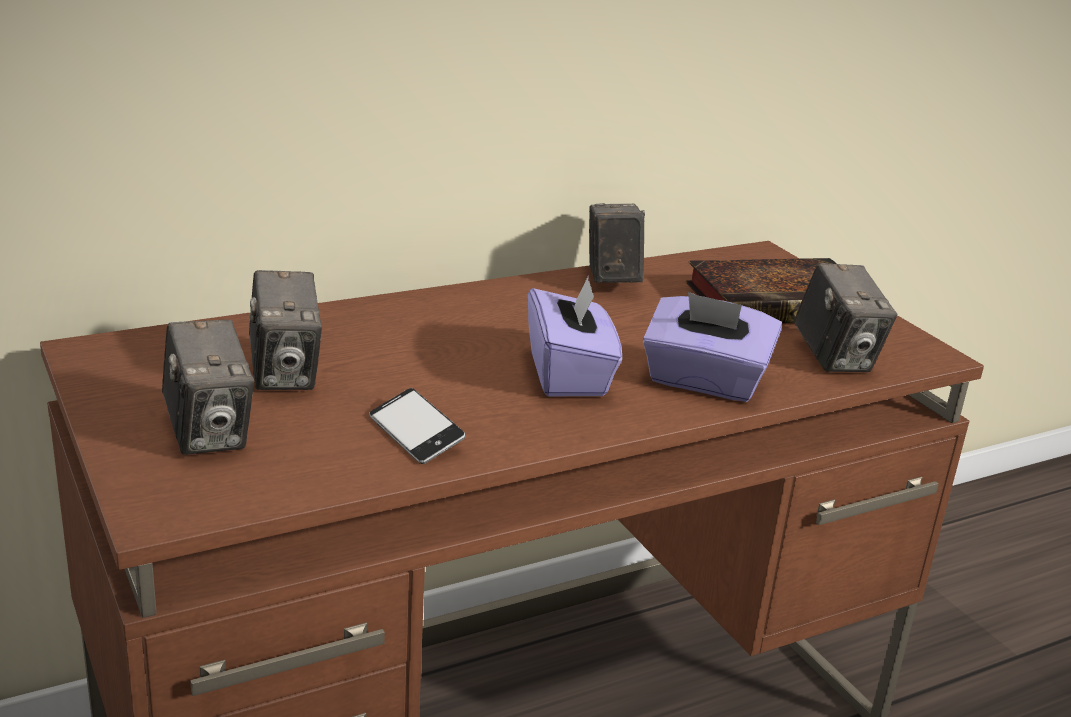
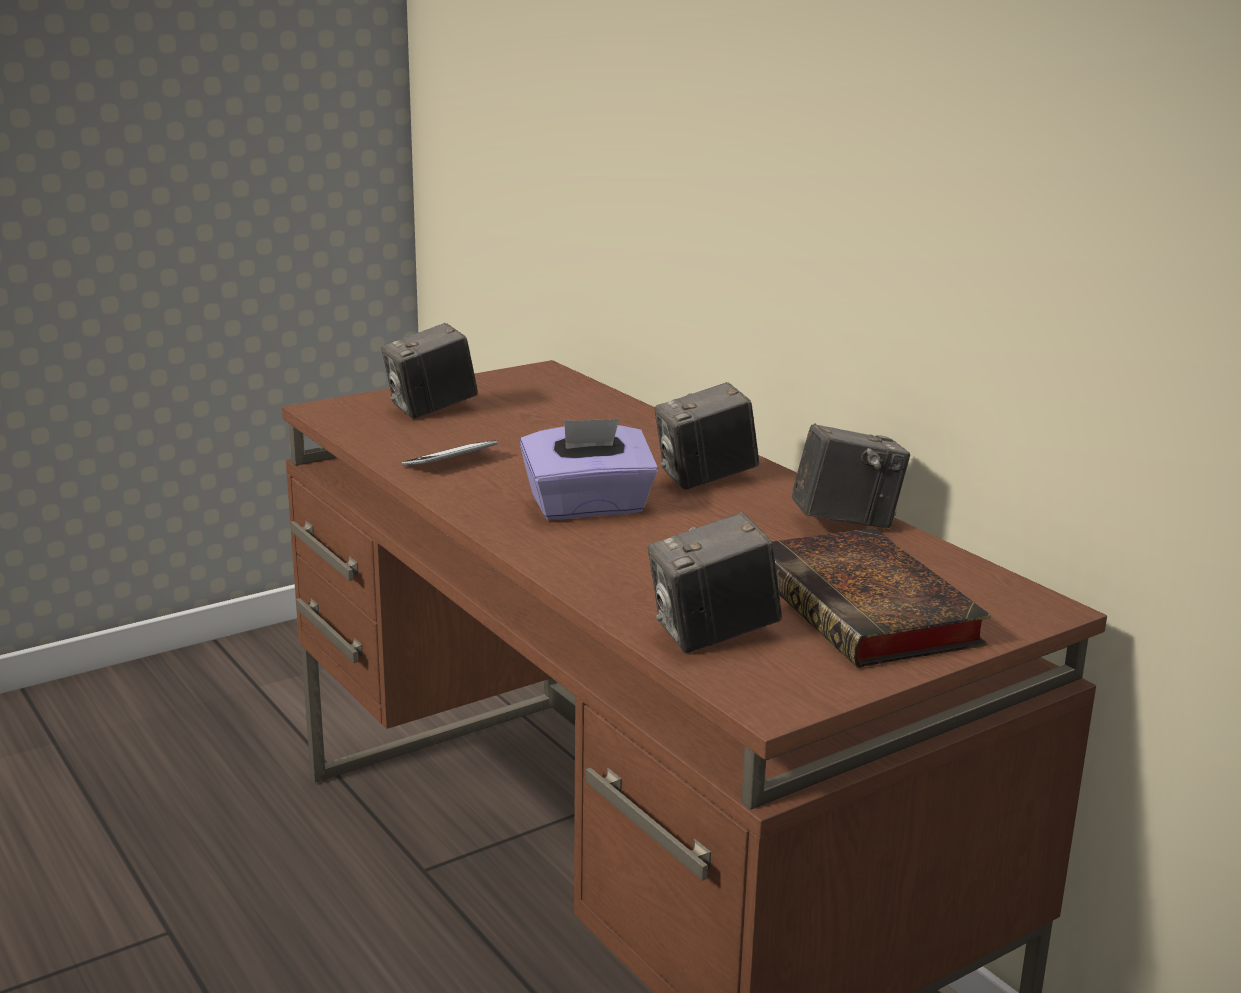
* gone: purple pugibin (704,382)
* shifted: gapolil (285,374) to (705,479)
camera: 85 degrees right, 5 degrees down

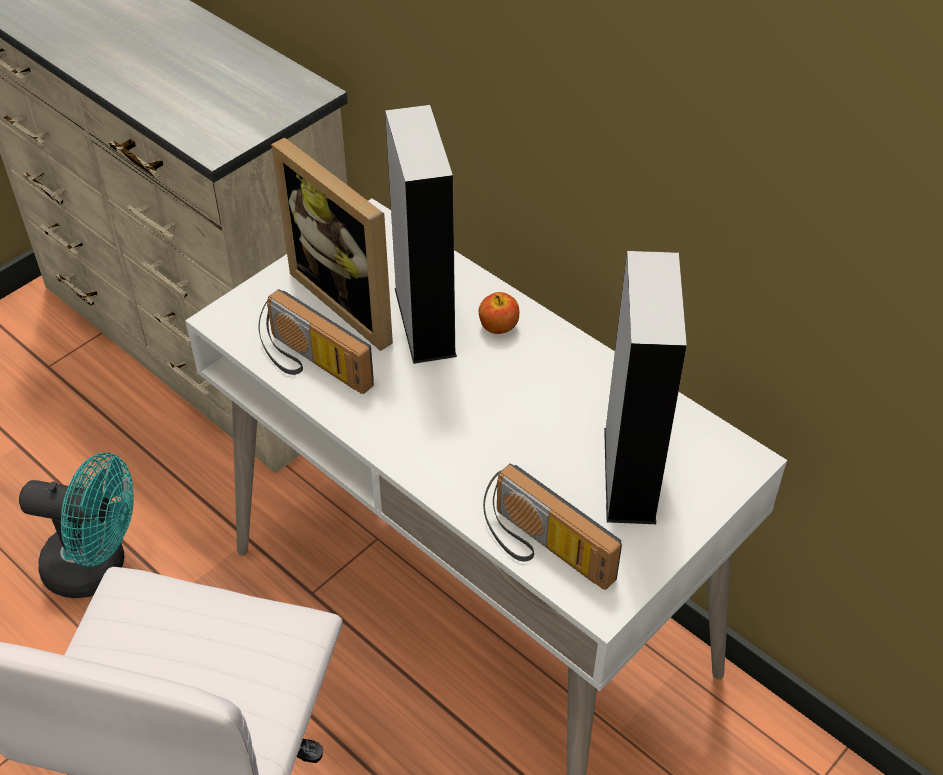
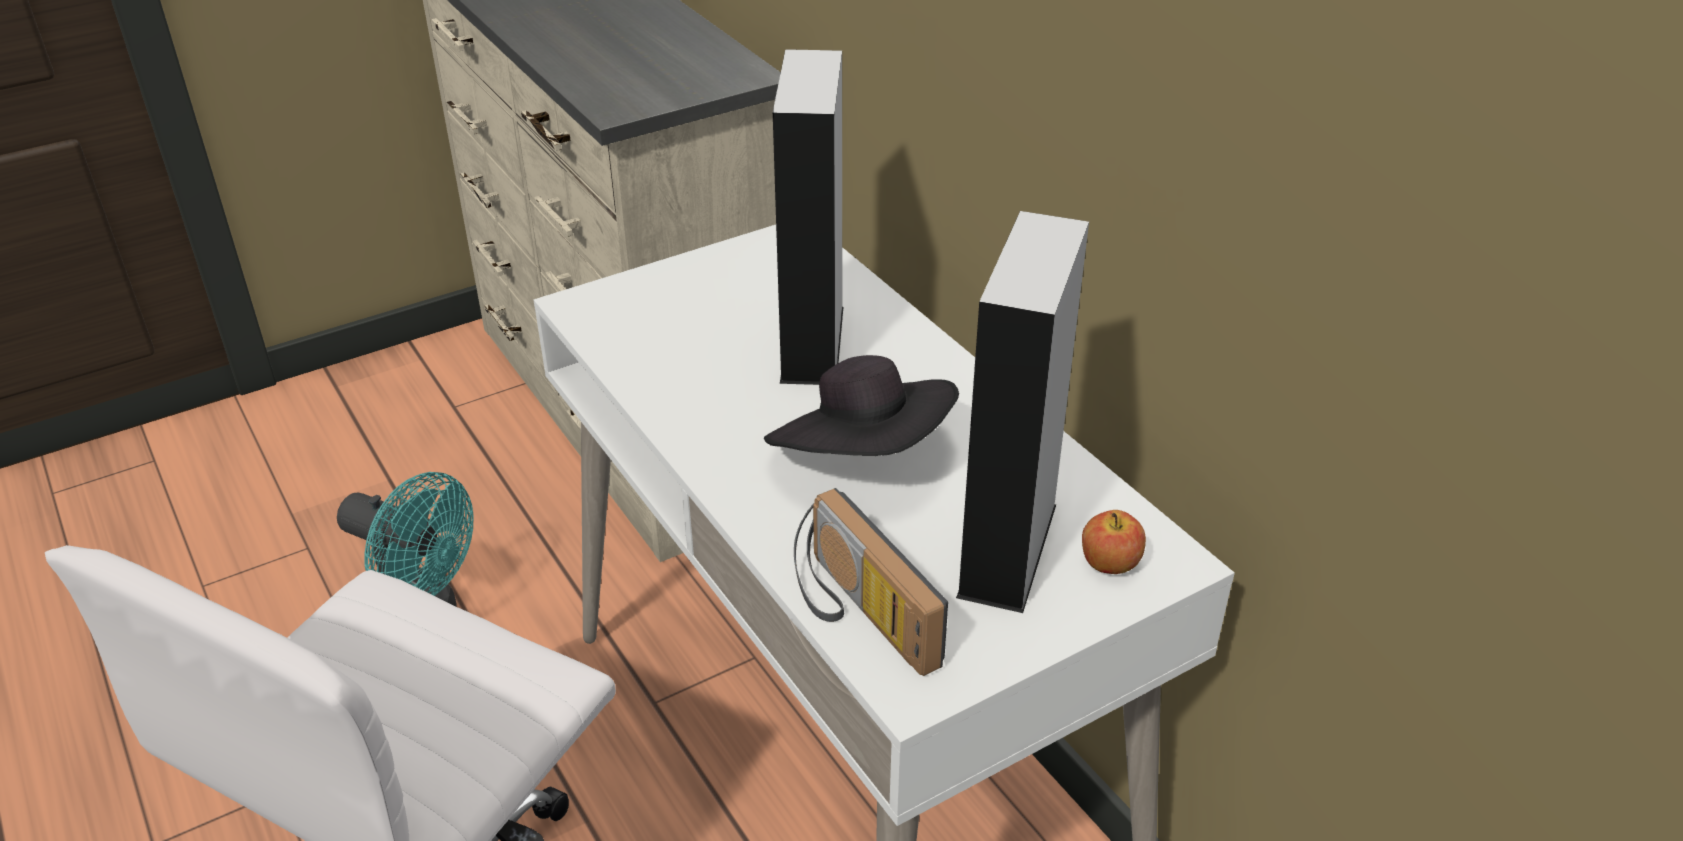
* gone: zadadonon (310,365)
* gone: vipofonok (353,299)
* new: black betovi (864,457)
* shifted: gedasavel (498,326) to (1109,563)
camera: 15 degrees right, 10 degrees down

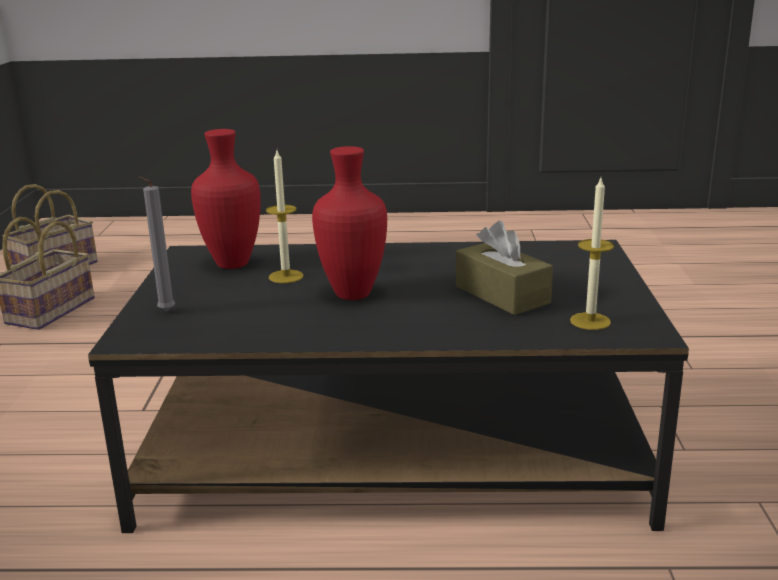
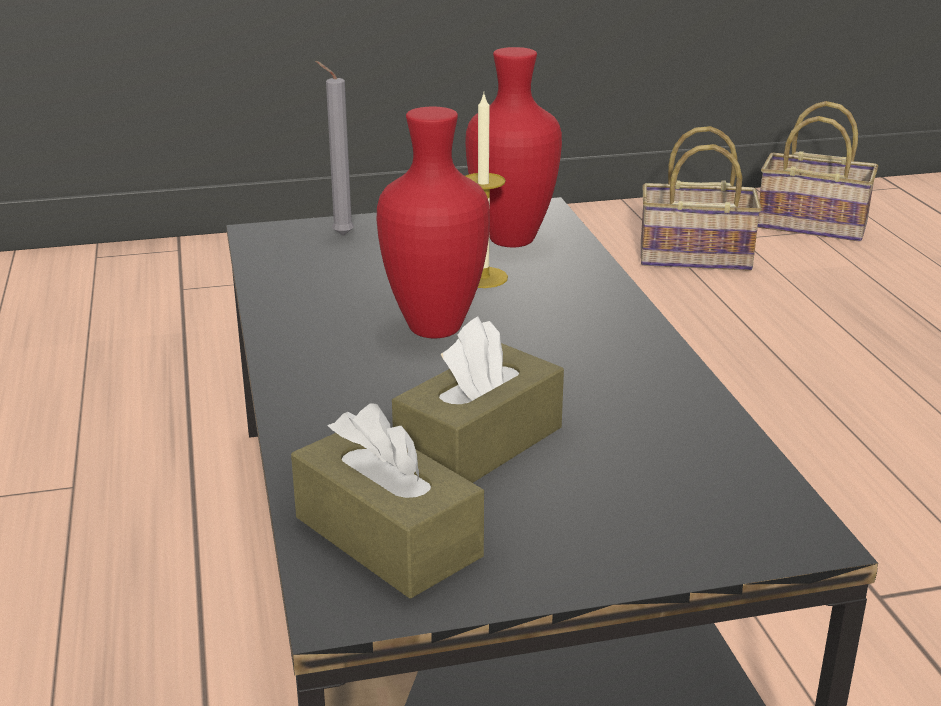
* swapped: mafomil (590,321) to brown pugibin (387,537)
camera: 75 degrees right, 5 degrees up

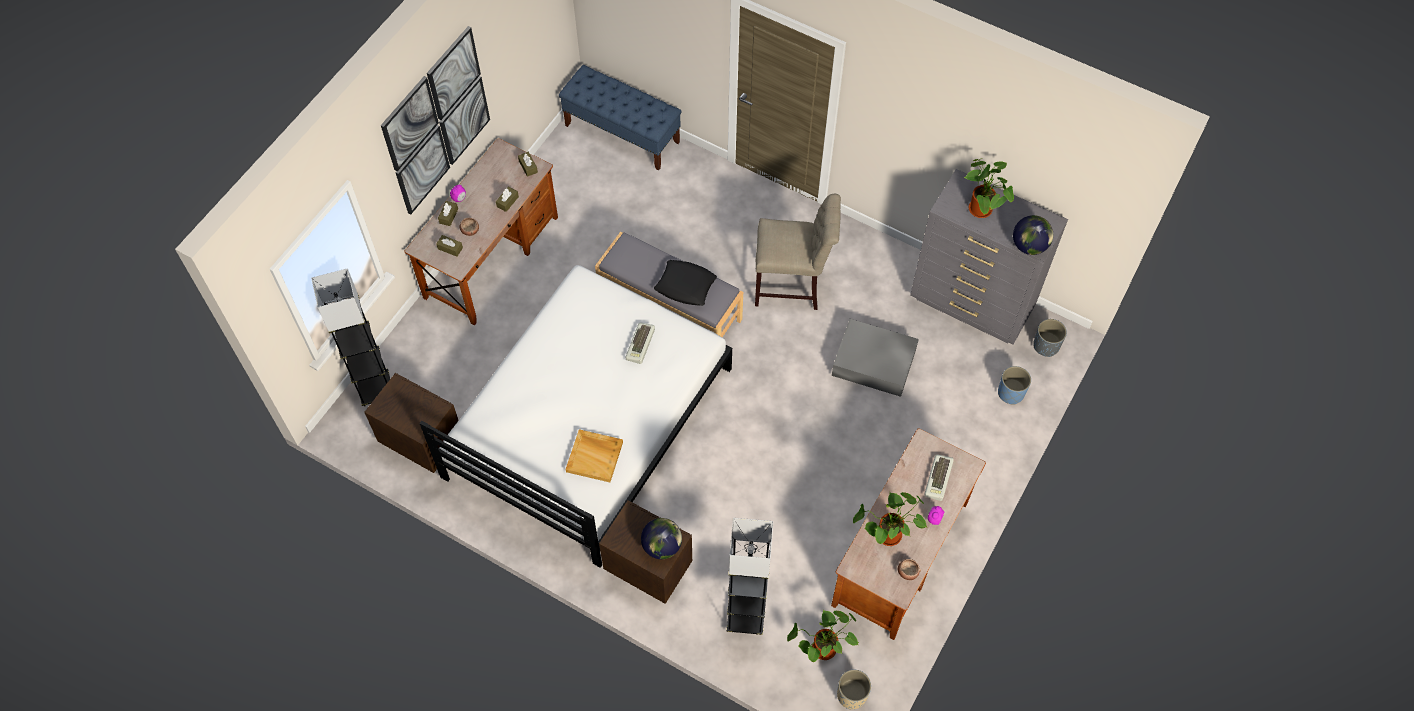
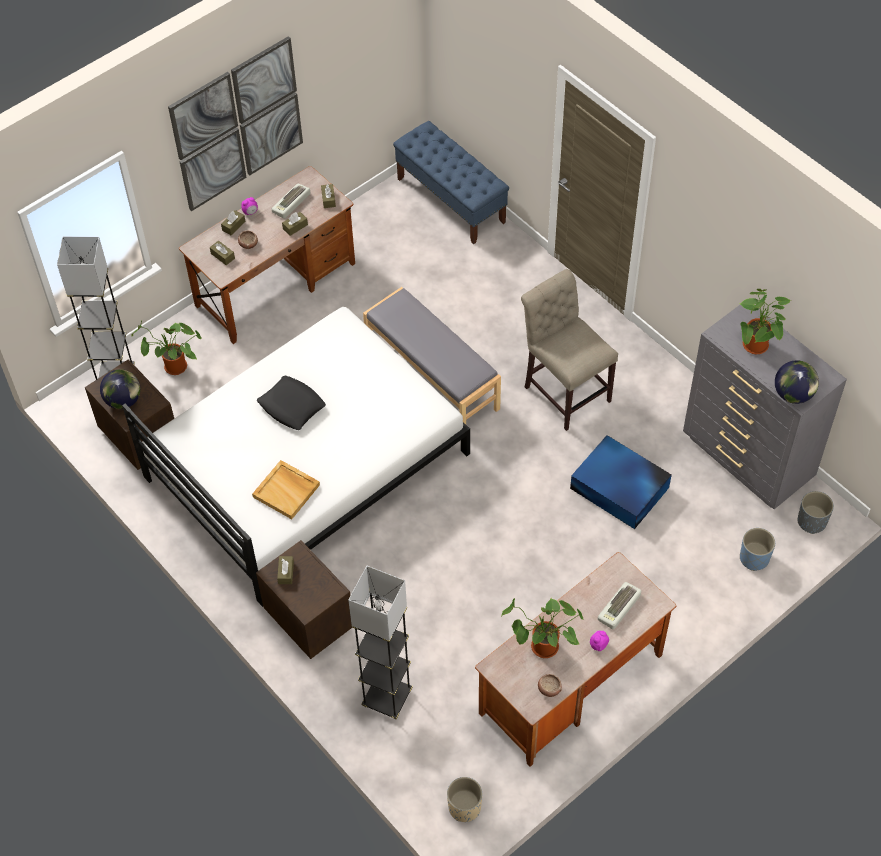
* new: brown pugibin (286,573)
* shifted: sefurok (641,345) to (292,204)
* shifted: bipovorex (662,546) to (124,400)
* shifted: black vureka (685,286) to (291,406)
* shifted: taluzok (822,651) to (173,368)
* repainted: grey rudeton (874,363) to blue rudeton (620,489)
* rotated: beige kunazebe (792,286) = (564,390) 150 degrees counterclockwise
camera: 20 degrees right, 5 degrees down

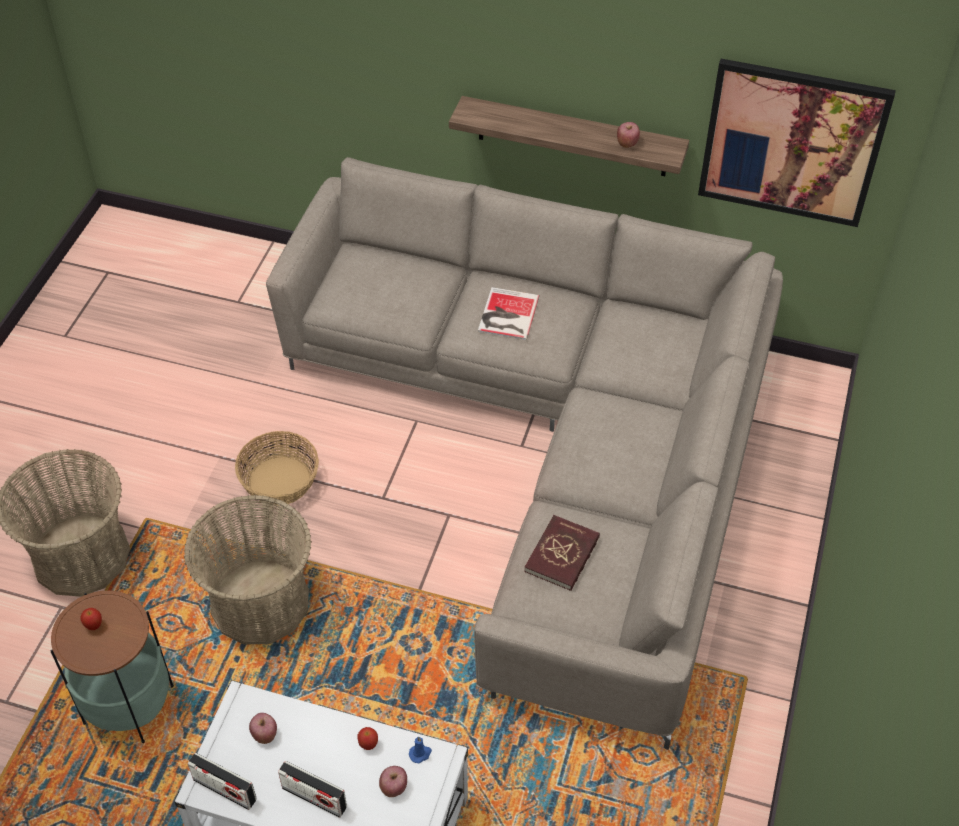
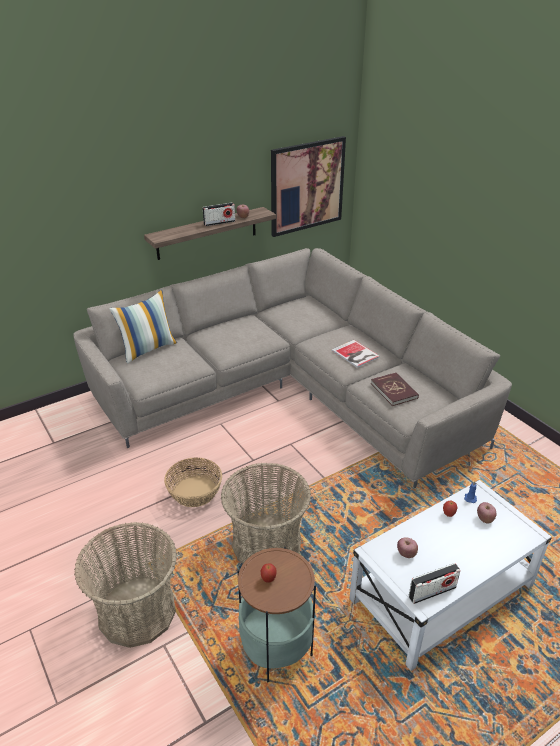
* new: vureka (148,349)
* shifted: zadadonon (314,797) to (219,223)
* shifted: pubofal (506,315) to (355,354)
camera: 50 degrees left, 15 degrees down

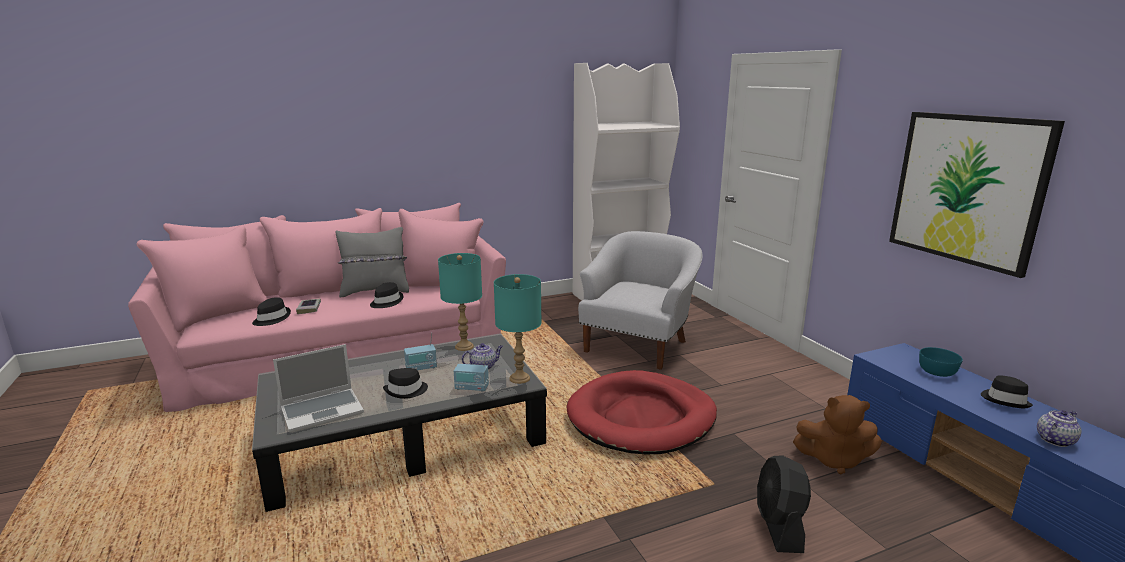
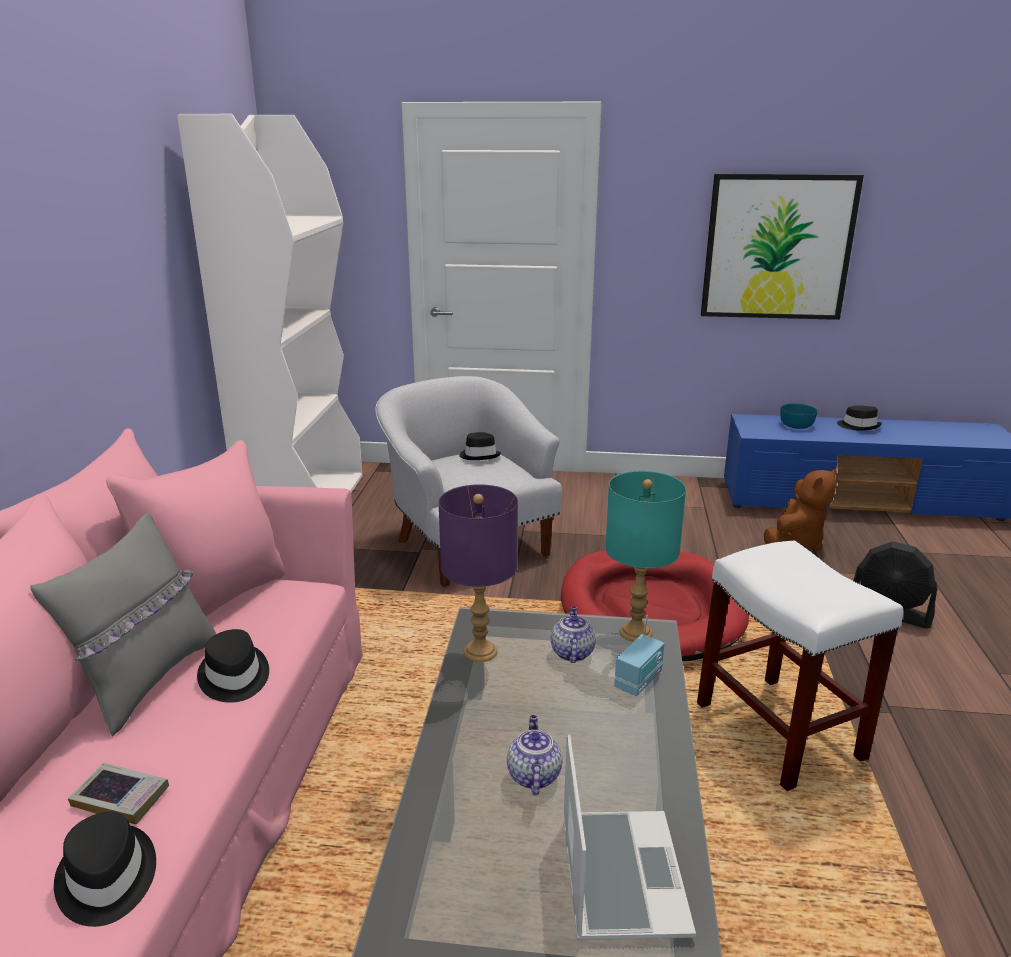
* gone: zadadonon (421,368)
* new: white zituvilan (776,730)
* shifted: black betovi (406,391) to (479,455)
* shifted: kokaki (1055,440) to (533,775)
* repainted: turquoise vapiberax (464,347) to purple vapiberax (481,652)
camera: 60 degrees left, 5 degrees up

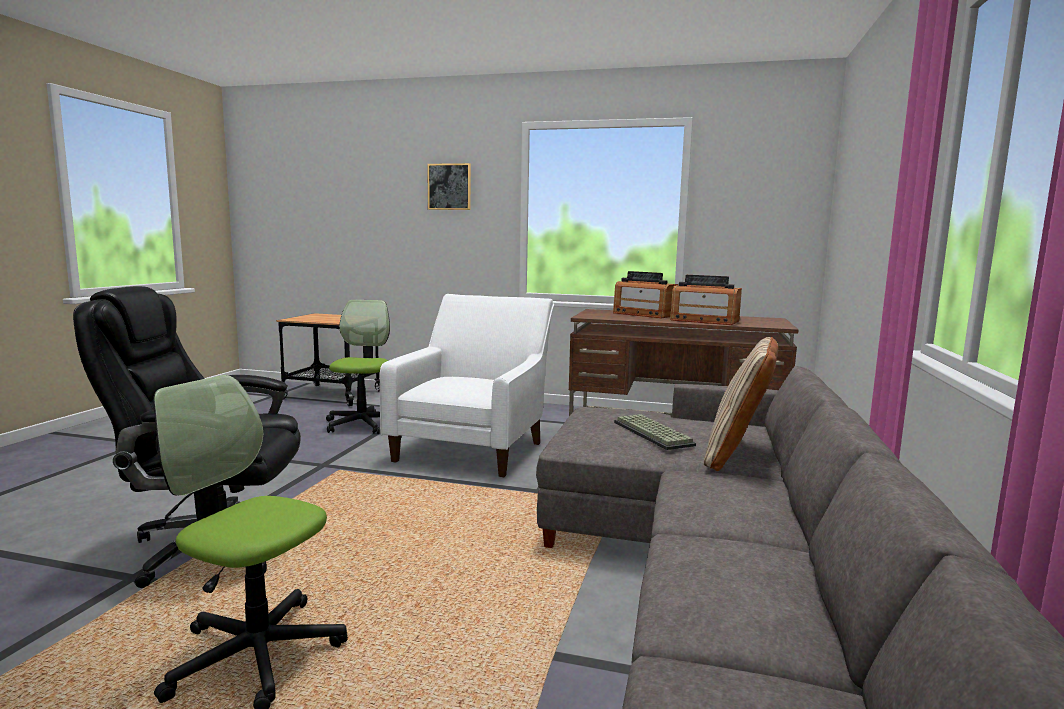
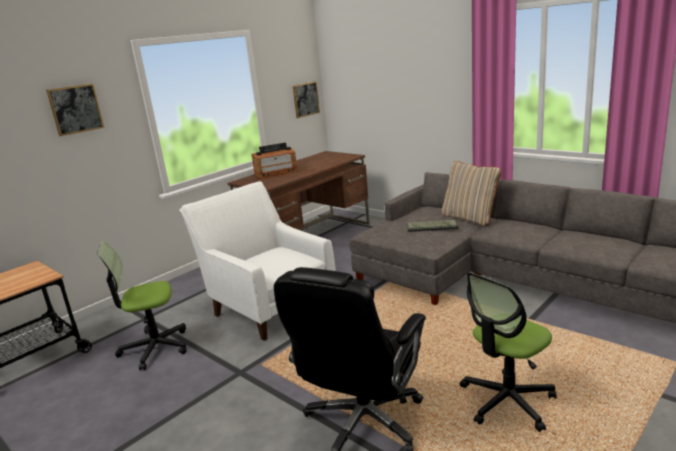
* gone: zadadonon (704,321)
* new: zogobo (305,99)
* rotated: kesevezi (362,424) = (155,348) 45 degrees counterclockwise
camera: 60 degrees left, 10 degrees up

